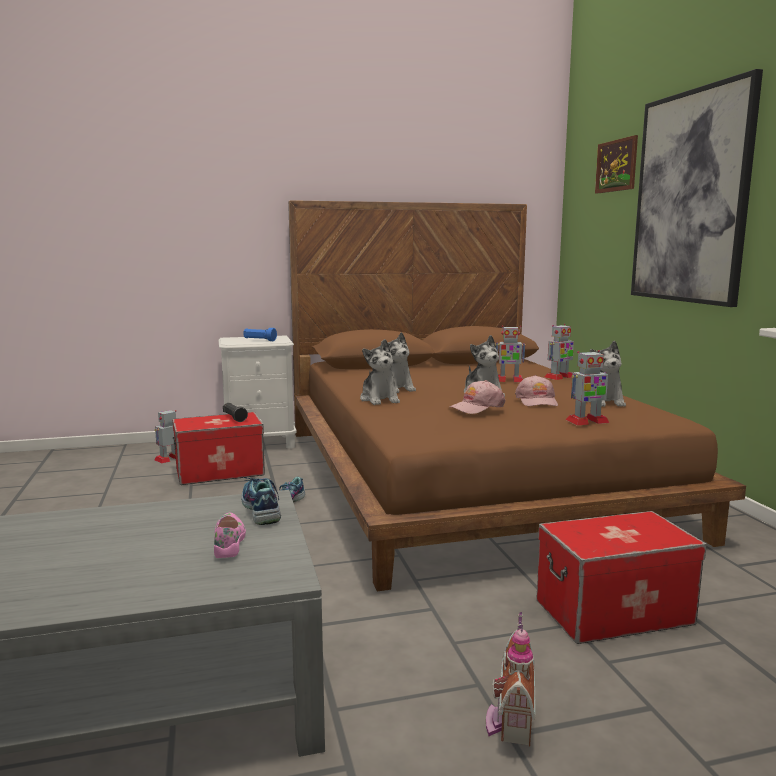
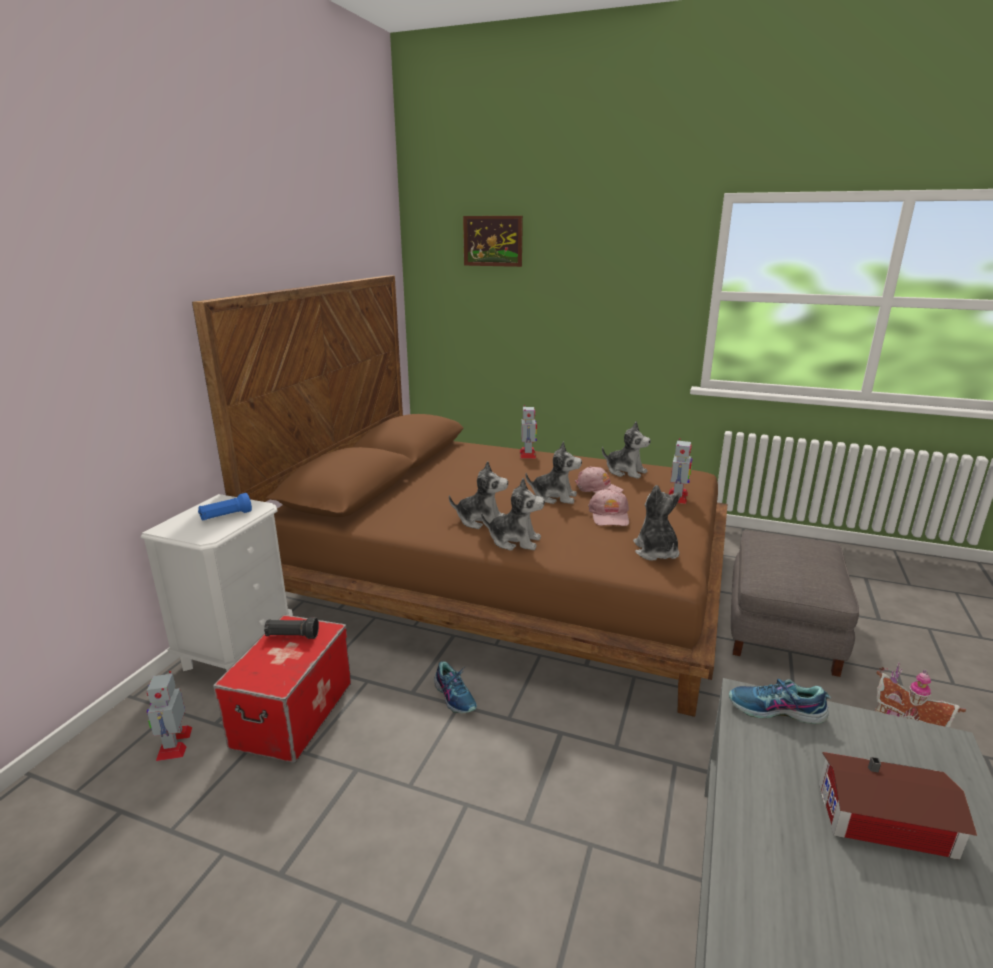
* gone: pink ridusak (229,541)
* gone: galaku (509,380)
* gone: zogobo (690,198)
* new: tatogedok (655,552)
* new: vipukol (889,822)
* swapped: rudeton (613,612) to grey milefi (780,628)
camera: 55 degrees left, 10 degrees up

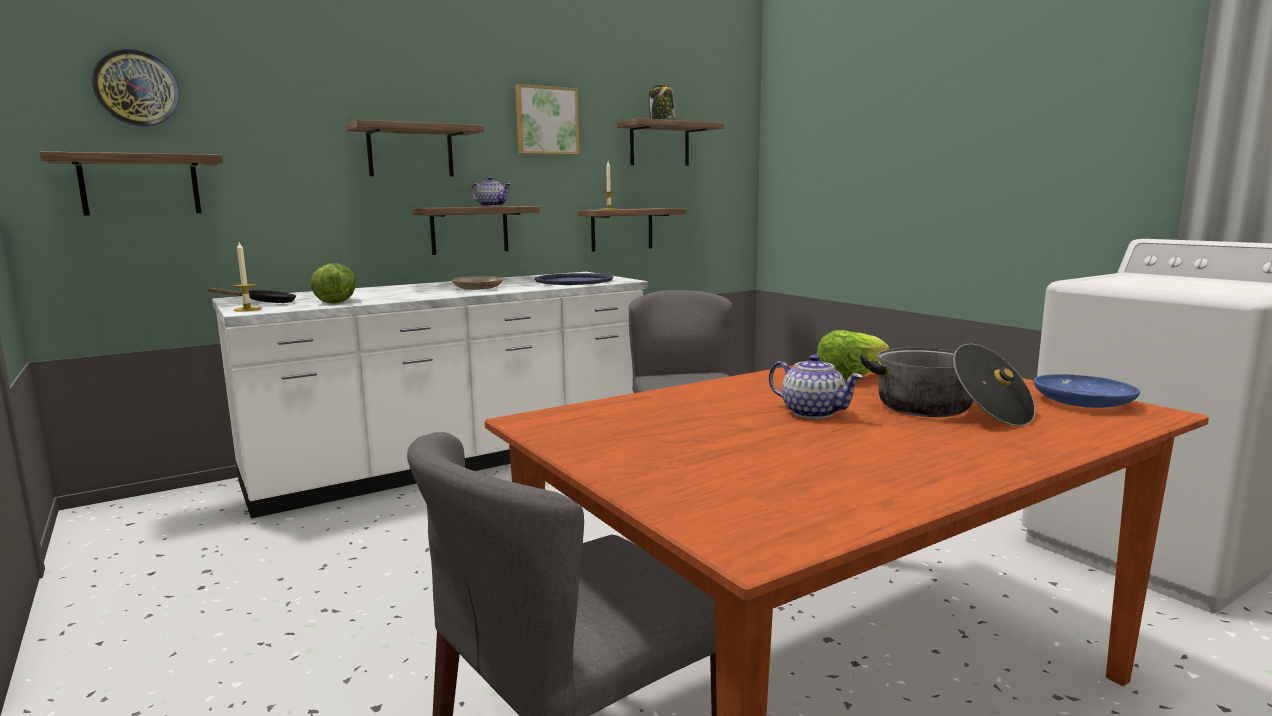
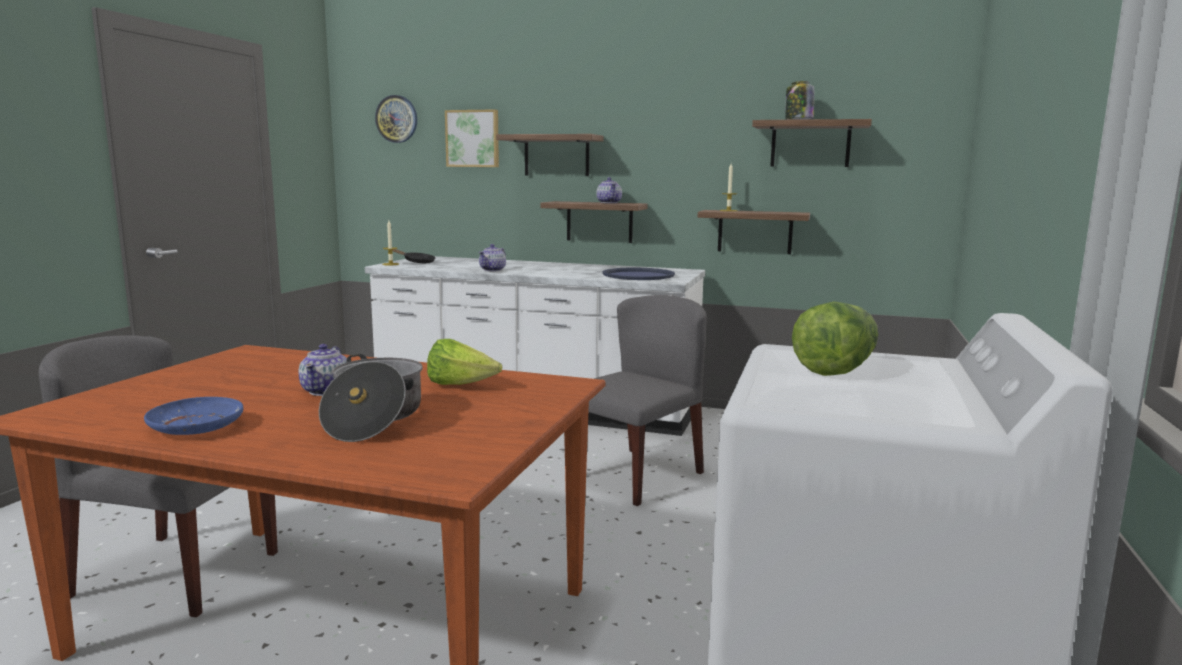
* gone: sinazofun (140,185)
* gone: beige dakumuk (477,288)
* new: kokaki (493,270)
* shifted: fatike (337,301) to (836,370)
* shifted: zogobo (546,120) to (473,138)
* shifted: blue dakumuk (1082,402) to (197,427)
camera: 50 degrees right, 0 degrees up

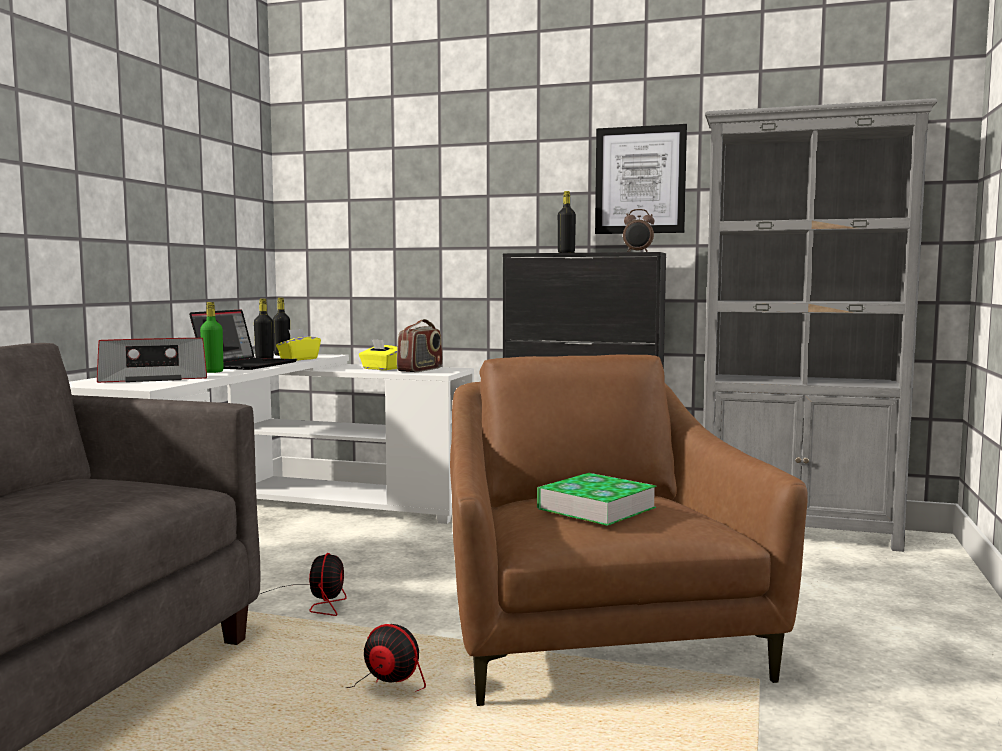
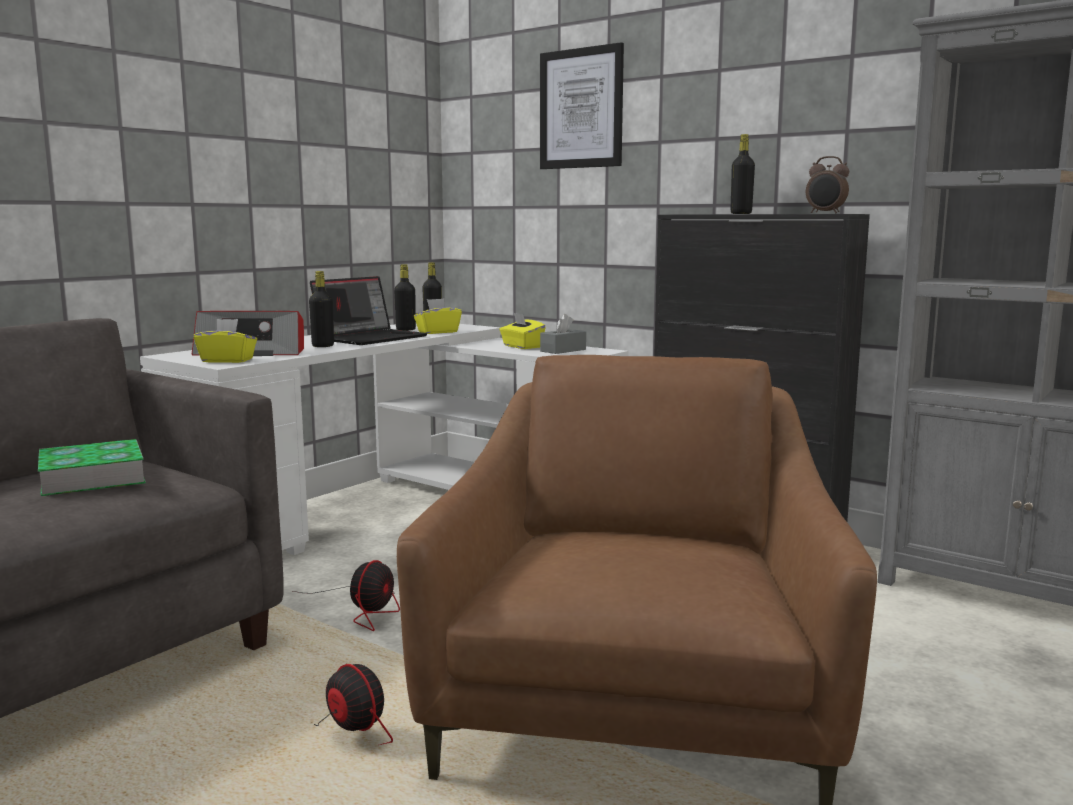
* new: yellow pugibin (227,360)
* shifted: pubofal (596,508) to (92,477)
* shifted: zogobo (640,180) to (581,109)
* swapped: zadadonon (420,370) to grey pugibin (563,350)
* repainted: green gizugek (213,372) to black gizugek (323,346)
camera: 20 degrees right, 5 degrees up

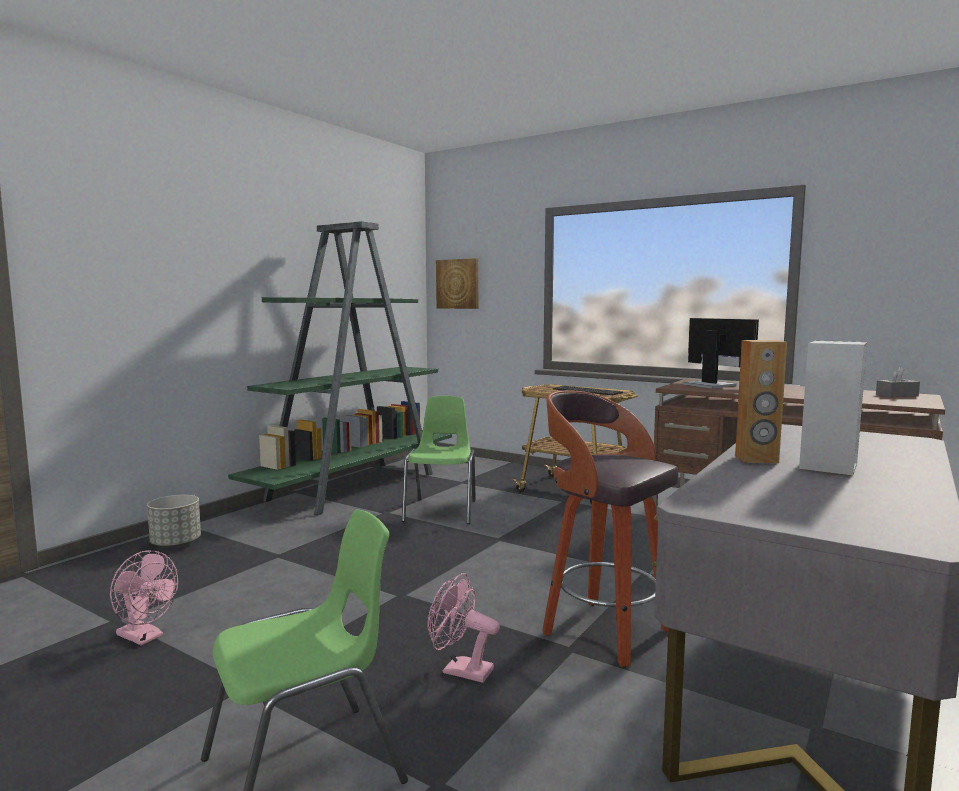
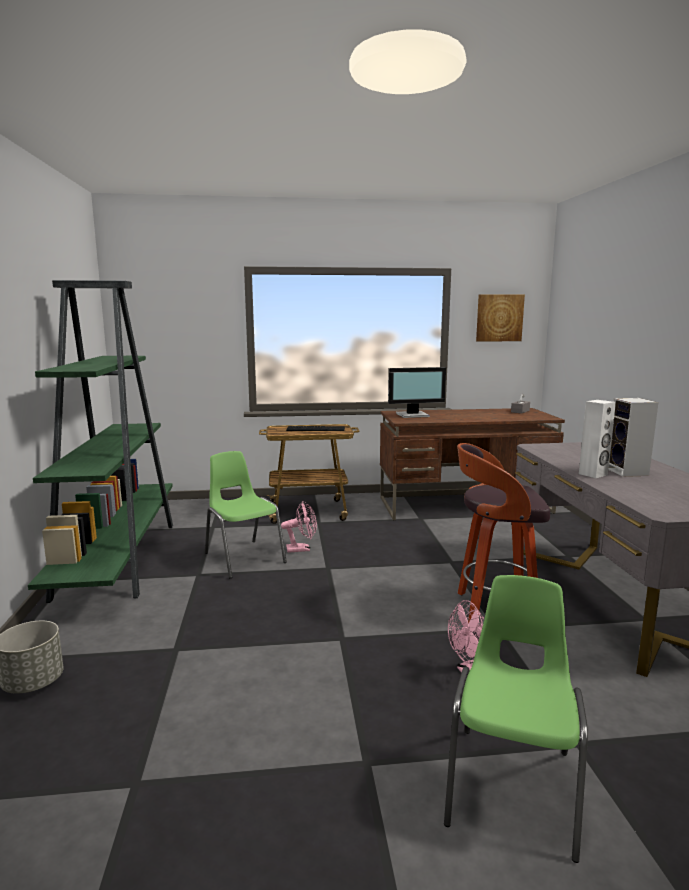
* shifted: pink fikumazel (145,637) to (302,549)
* shifted: zogobo (458,284) to (499,318)
* repainted: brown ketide (756,459) to white ketide (593,474)
* rotated: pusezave (710,385) = (413,415) 150 degrees clockwise
camera: 40 degrees left, 5 degrees up

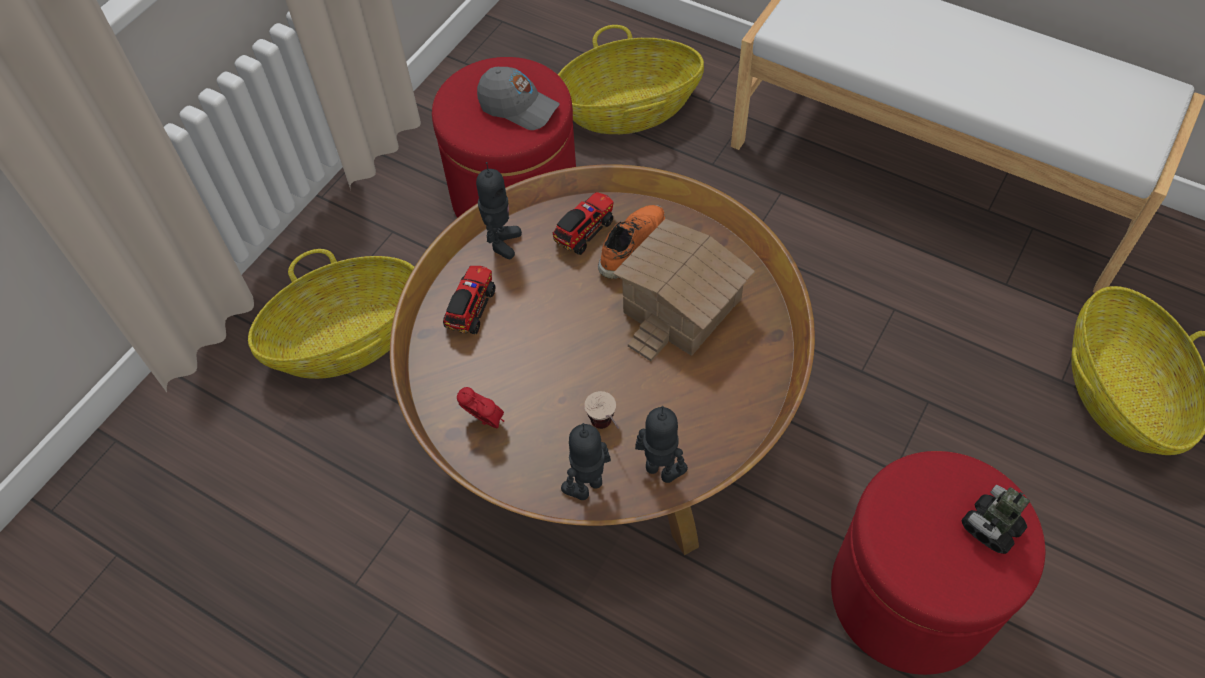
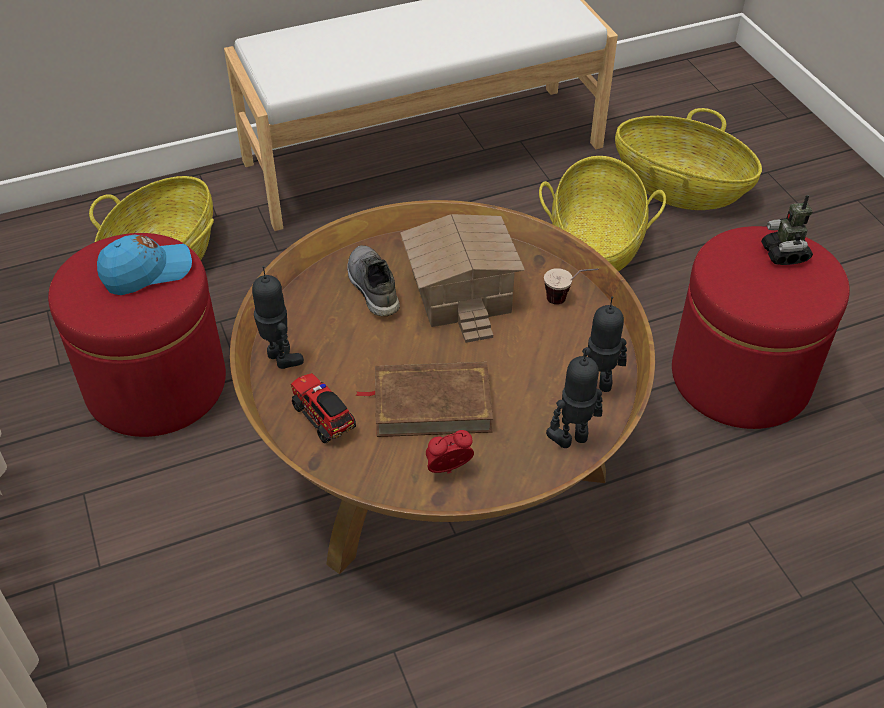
* gone: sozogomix (585,231)
* new: brown pubofal (432,404)
* shifted: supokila (348,339) to (595,242)
* shifted: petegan (606,430) to (567,300)
* repainted: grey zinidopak (518,107) to blue zinidopak (147,272)
* repainted: orange ridusak (630,245) to grey ridusak (371,287)
* rotated: galaku (587,487) = (572,439) 75 degrees clockwise
camera: 55 degrees left, 10 degrees down

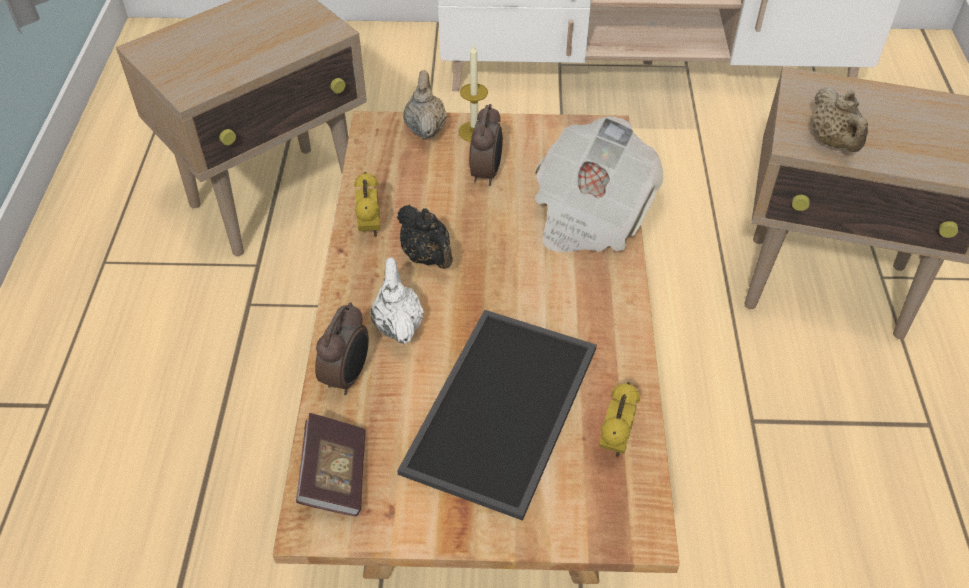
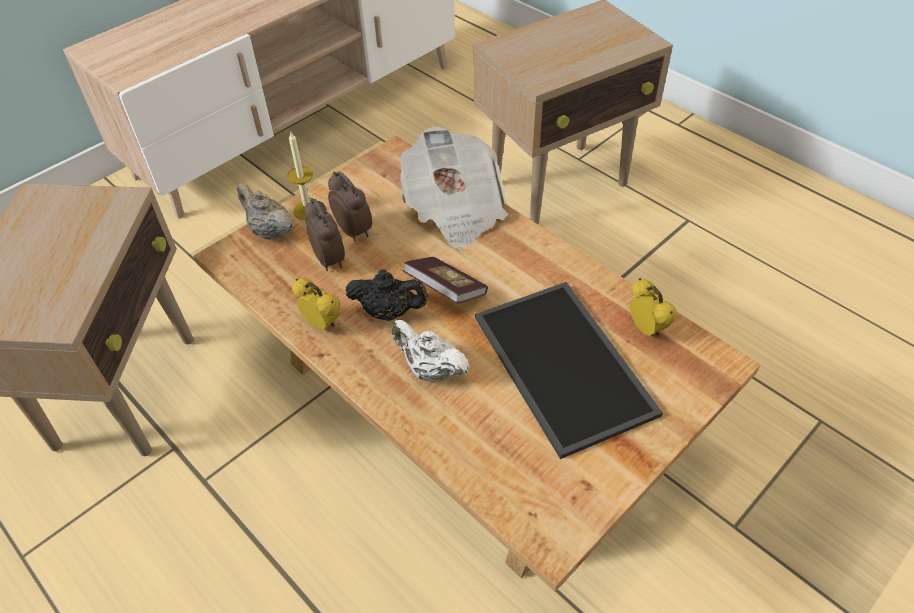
* gone: beige kokaki (833,142)
* shifted: pubofal (335,476) to (445,290)
* shifted: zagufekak (348,376) to (330,259)
camera: 45 degrees left, 0 degrees up

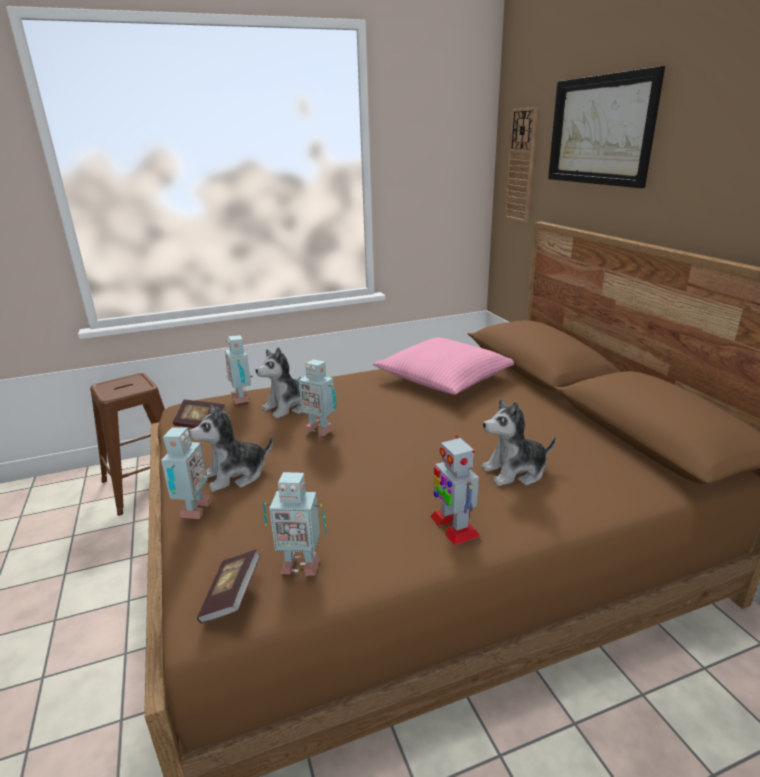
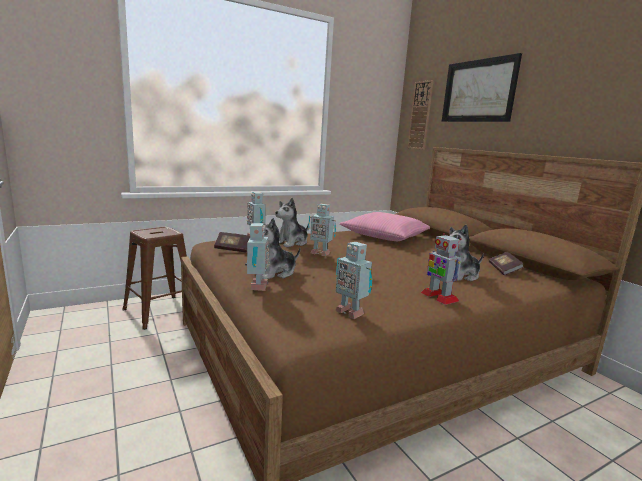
* shifted: pubofal (232,597) to (504,270)
* rotated: galaku (299,564) = (350,312) 45 degrees clockwise
camera: 10 degrees left, 10 degrees down

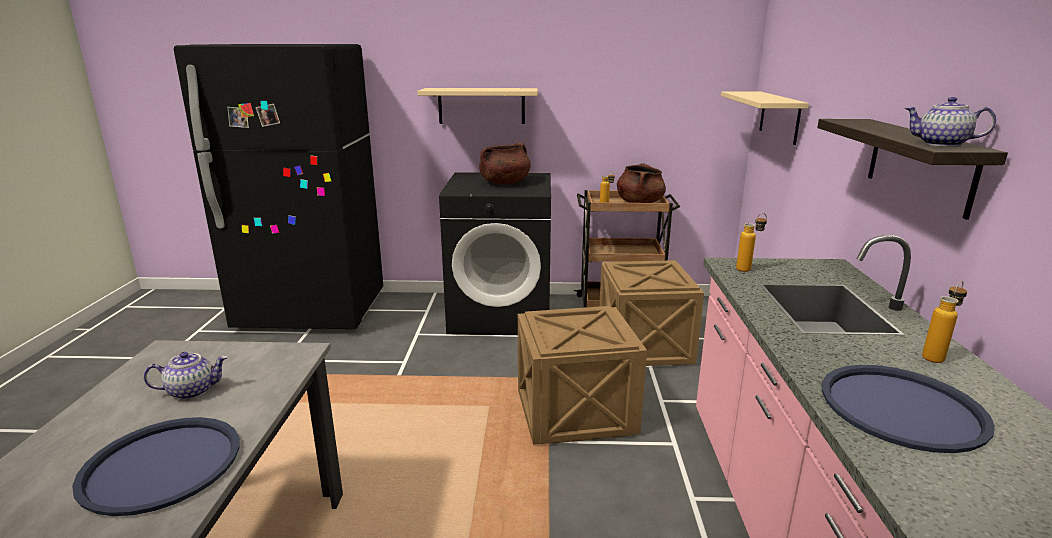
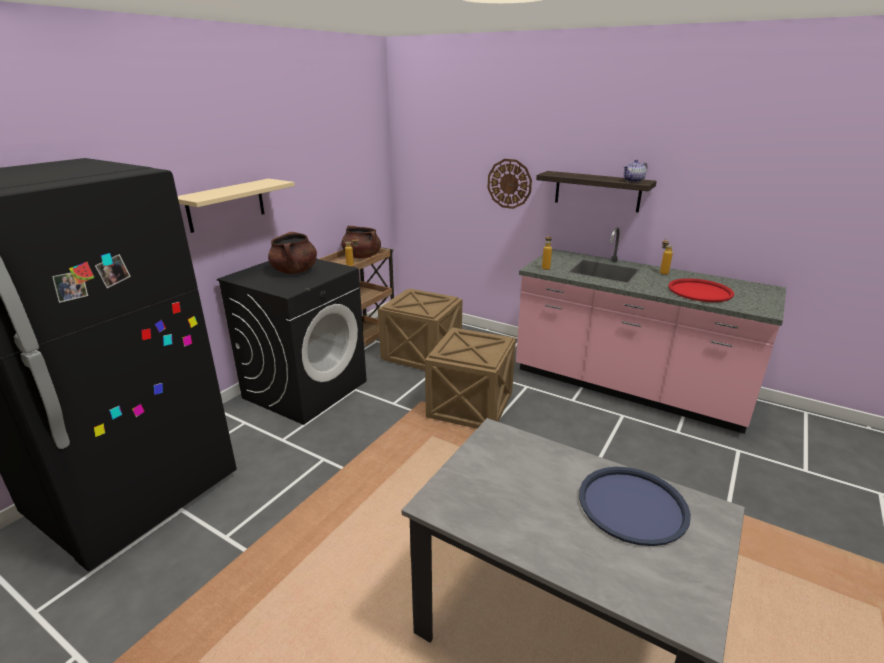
* gone: kokaki (192,391)
* gone: beige sinazofun (779,117)
* new: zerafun (509,183)
* repainted: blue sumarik (901,408) to red sumarik (699,291)
camera: 60 degrees left, 5 degrees up

